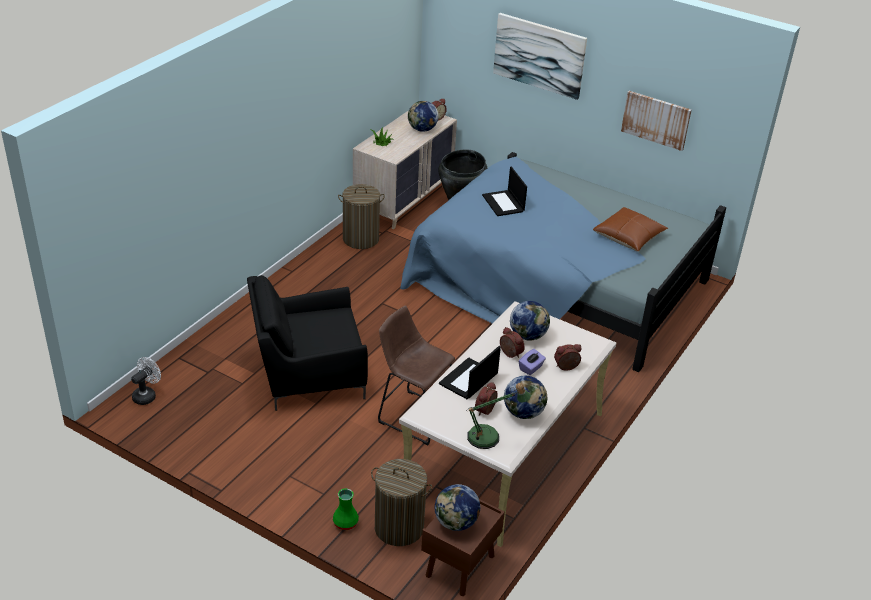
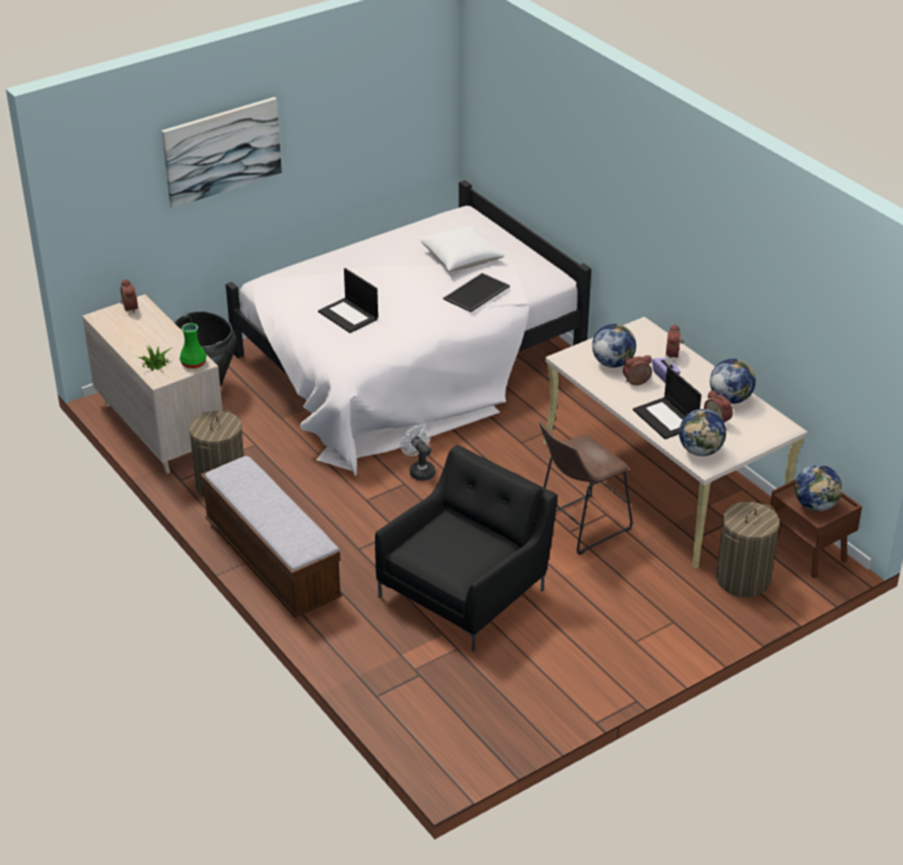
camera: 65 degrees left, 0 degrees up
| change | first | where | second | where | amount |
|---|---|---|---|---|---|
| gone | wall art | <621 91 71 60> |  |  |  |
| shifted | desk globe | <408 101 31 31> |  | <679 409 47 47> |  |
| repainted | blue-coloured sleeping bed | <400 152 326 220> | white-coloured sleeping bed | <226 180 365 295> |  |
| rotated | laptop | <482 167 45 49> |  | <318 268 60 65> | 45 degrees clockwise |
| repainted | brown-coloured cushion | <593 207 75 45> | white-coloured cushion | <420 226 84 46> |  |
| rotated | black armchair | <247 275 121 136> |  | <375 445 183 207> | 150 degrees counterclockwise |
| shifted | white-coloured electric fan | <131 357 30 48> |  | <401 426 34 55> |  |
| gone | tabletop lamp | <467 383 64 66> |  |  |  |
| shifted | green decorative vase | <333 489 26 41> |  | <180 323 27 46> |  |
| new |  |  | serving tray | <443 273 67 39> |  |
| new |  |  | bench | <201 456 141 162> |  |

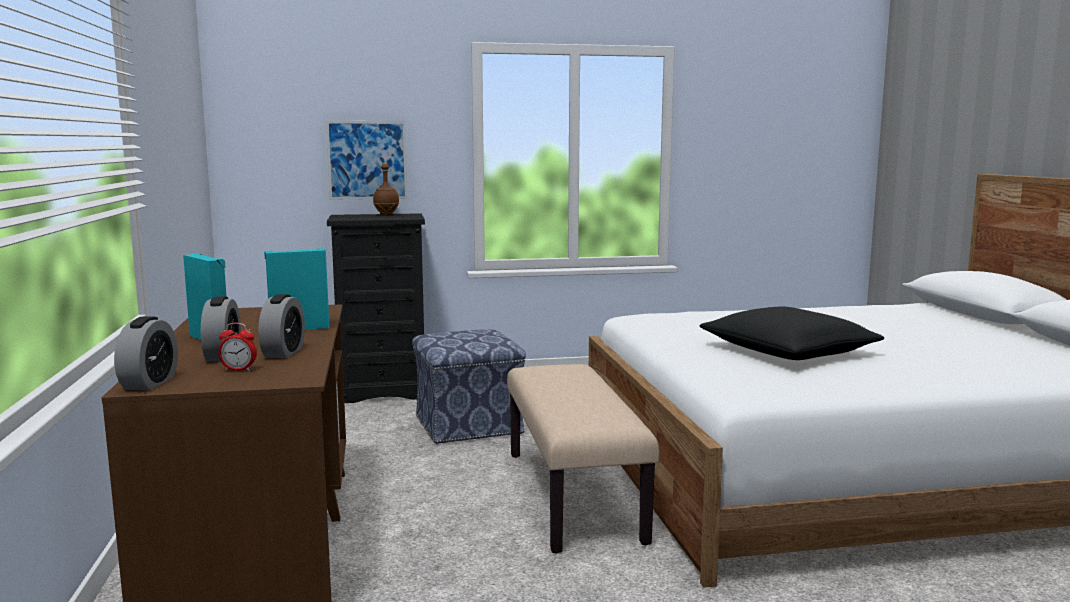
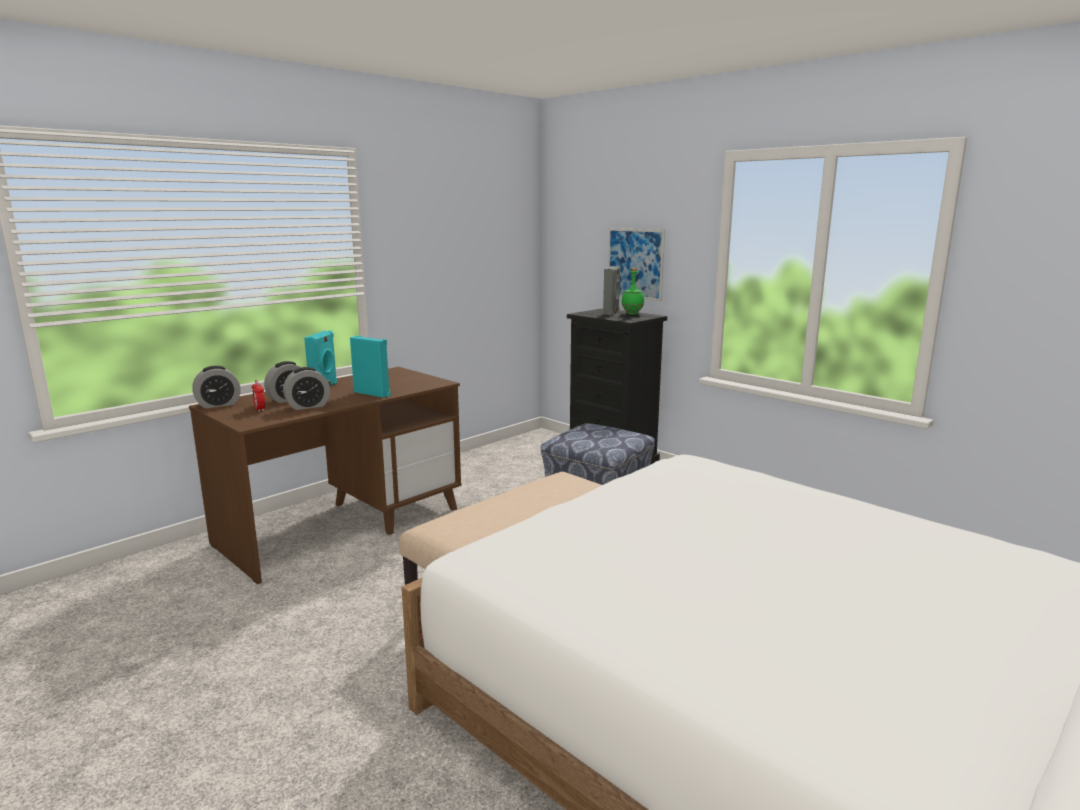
camera: 55 degrees right, 5 degrees up
| change | first | where | second | where | amount |
|---|---|---|---|---|---|
| repainted | brown-coloured beverage bottle | <373 163 26 52> | green beverage bottle | <621 268 23 47> |  |
| gone | black cushion | <700 307 184 53> |  |  |  |
| new |  |  | greyish loudspeaker | <603 266 18 49> |  |

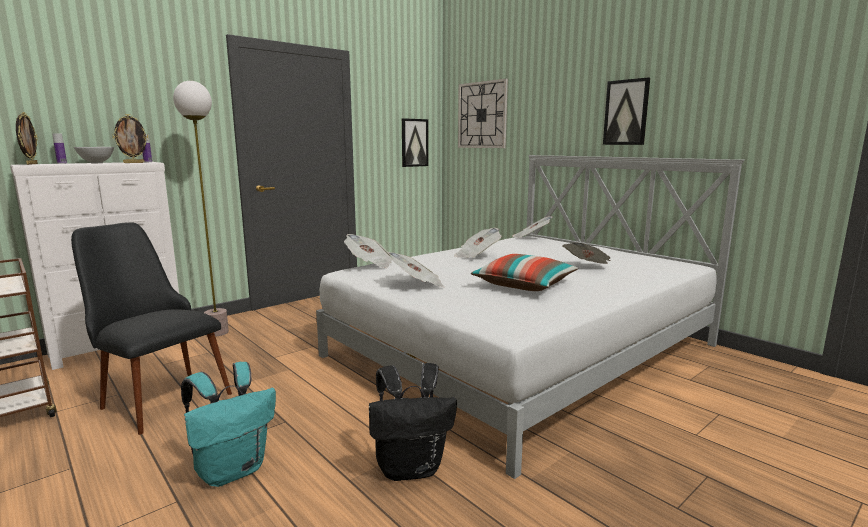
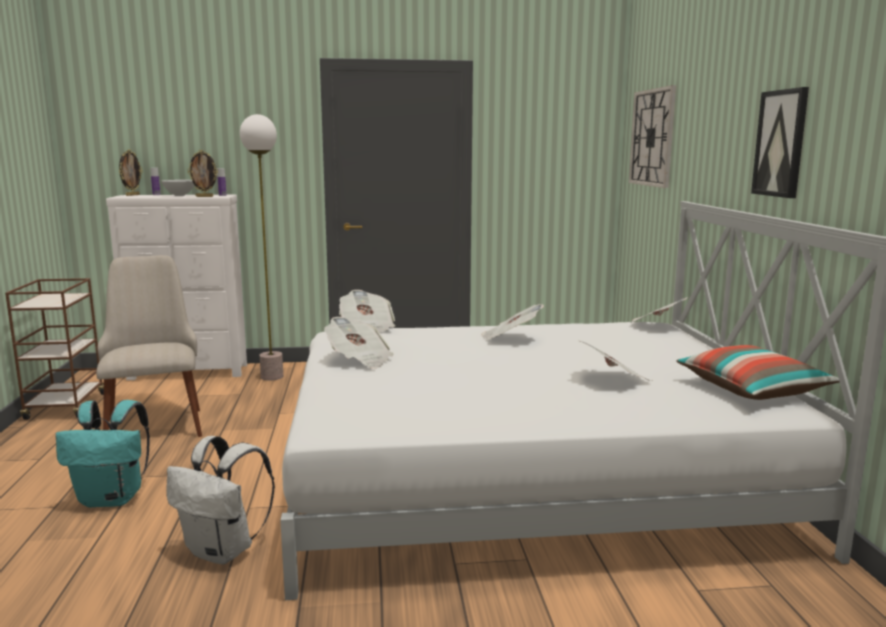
camera: 35 degrees right, 0 degrees up
| change | first | where | second | where | amount |
|---|---|---|---|---|---|
| gone | wall art | <402 118 26 49> |  |  |  |
| repainted | black plain chair | <71 222 161 213> | sand-coloured plain chair | <96 255 106 182> |  |
| shifted | cushion | <471 254 107 37> |  | <676 345 164 55> |  |
| repainted | black rucksack | <369 363 88 118> | white-coloured rucksack | <167 436 108 129> |  |

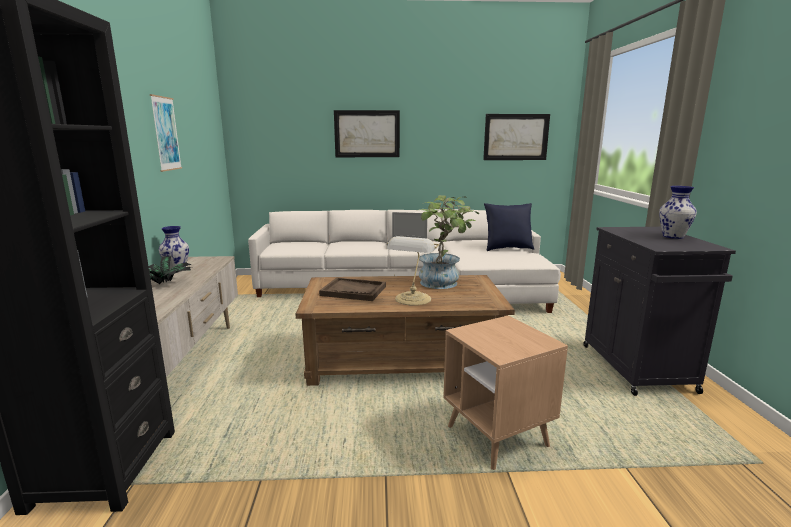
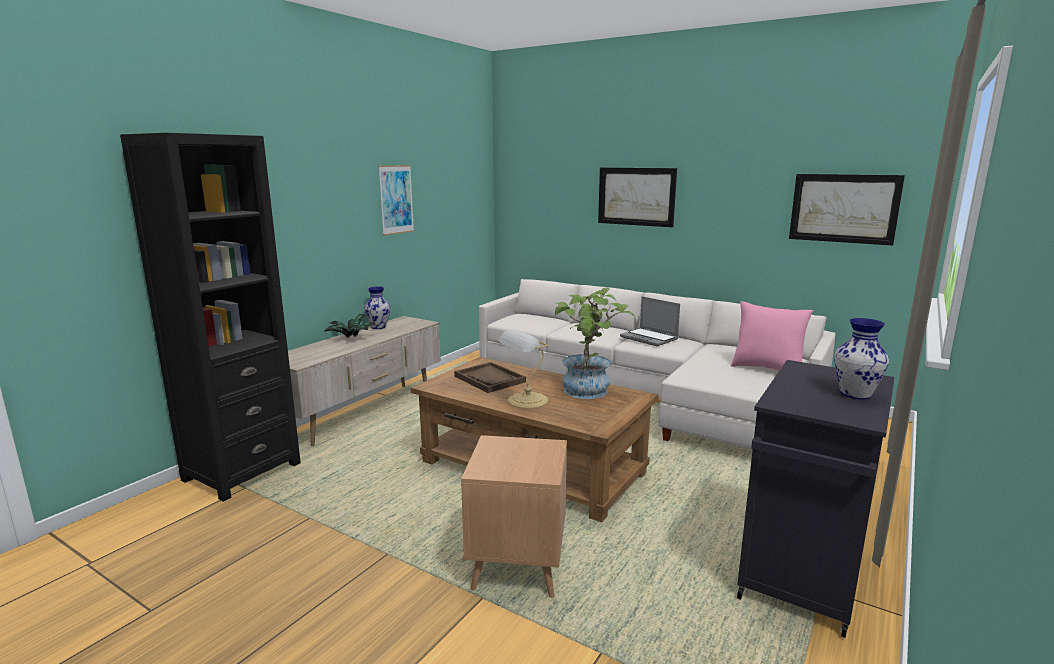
camera: 35 degrees right, 0 degrees up
| change | first | where | second | where | amount |
|---|---|---|---|---|---|
| repainted | blue-coloured cushion | <484 203 50 48> | pink cushion | <731 301 82 70> |  |

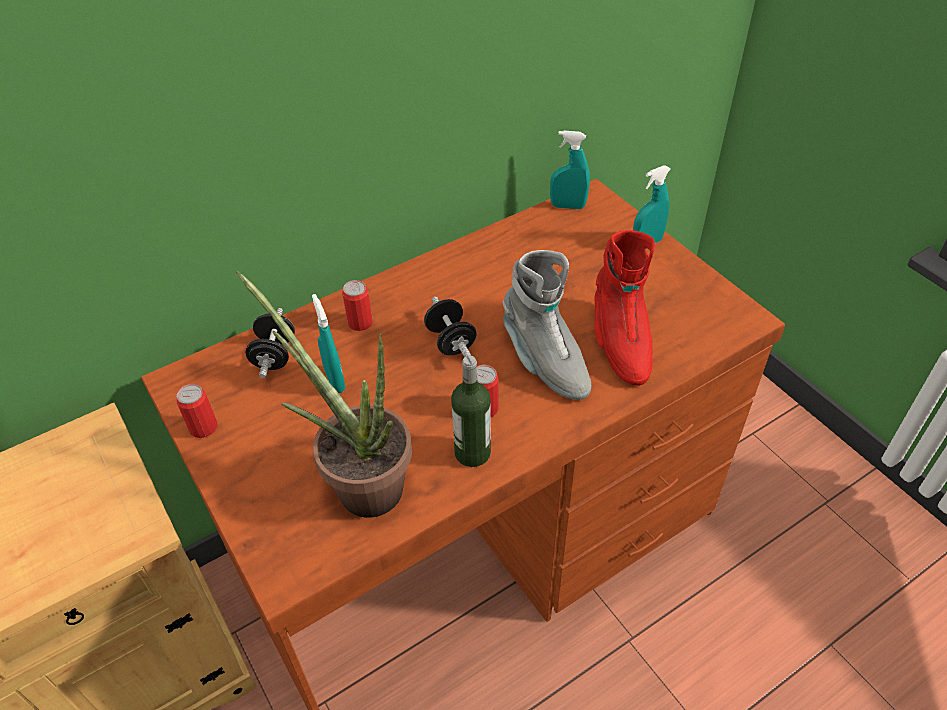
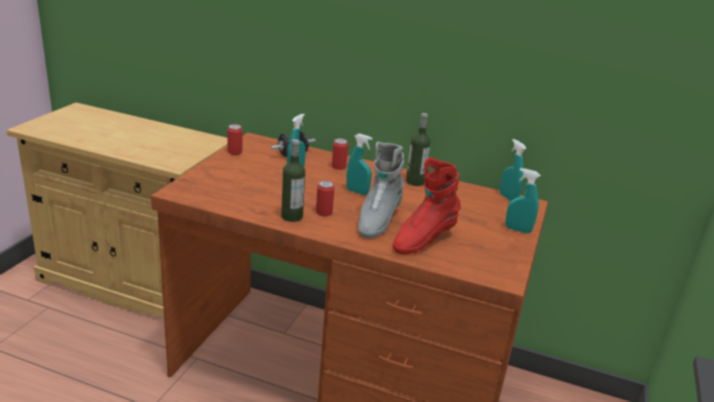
camera: 50 degrees right, 20 degrees down
| change | first | where | second | where | amount |
|---|---|---|---|---|---|
| gone | potted plant | <236 271 176 247> |  |  |  |
| swapped | black dumbbell | <424 297 52 60> | blue-green sprayer | <346 134 26 61> |  |
| new |  |  | beverage bottle | <406 113 25 73> |  |

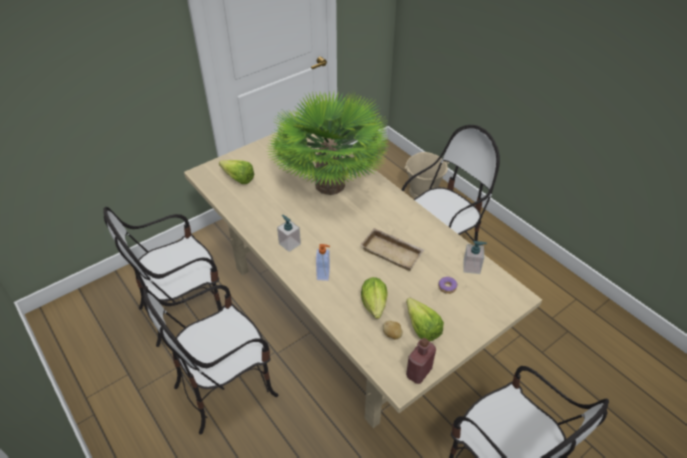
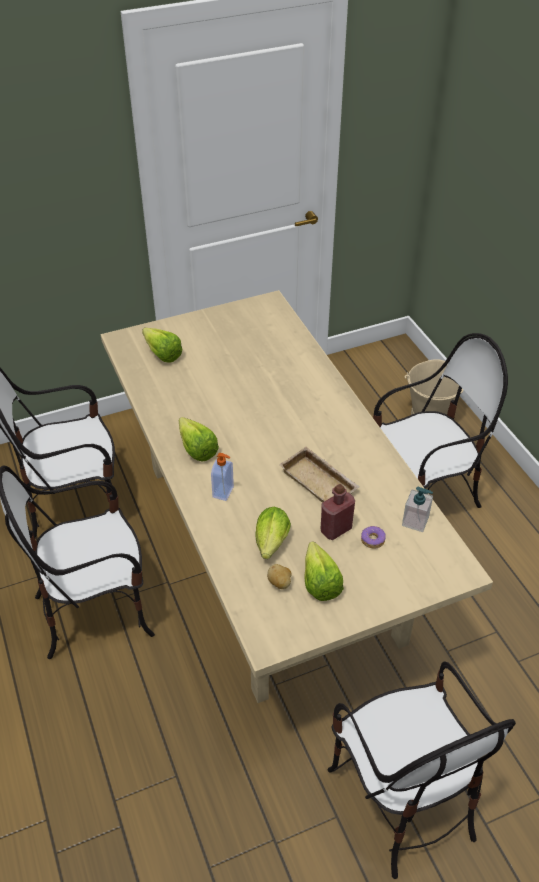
camera: 15 degrees right, 0 degrees up
| change | first | where | second | where | amount |
|---|---|---|---|---|---|
| gone | potted plant | <267 91 124 104> |  |  |  |
| swapped | soap bottle | <277 215 24 37> | lettuce head | <179 417 40 45> |  |
| shifted | reddish beverage bottle | <406 338 30 46> |  | <321 484 34 56> |  |

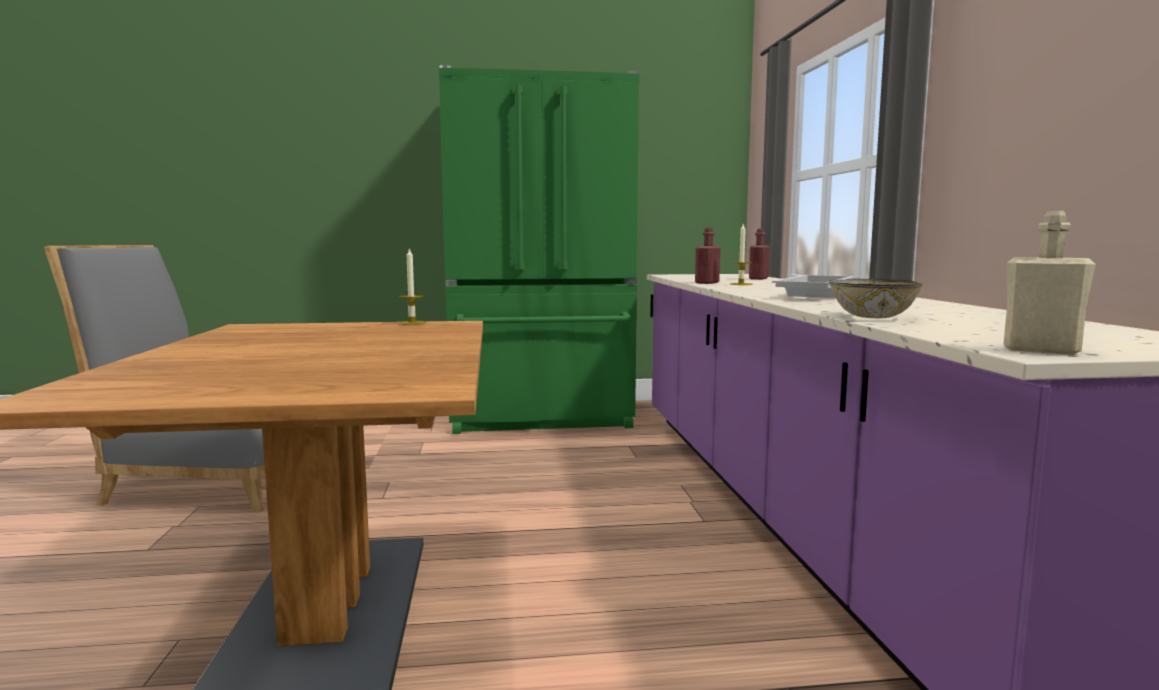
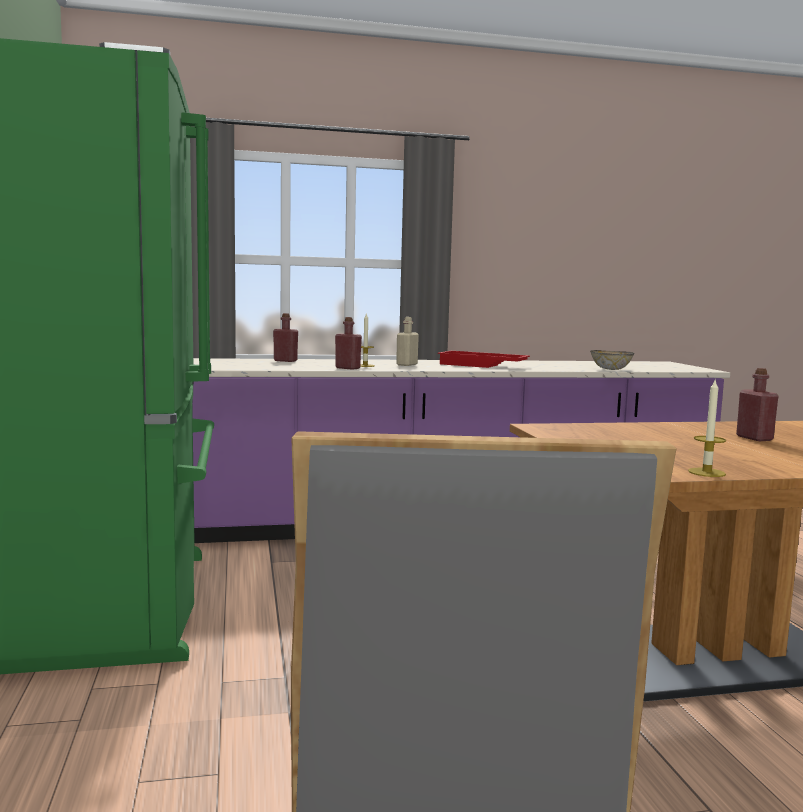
camera: 95 degrees left, 0 degrees up
| change | first | where | second | where | amount |
|---|---|---|---|---|---|
| shifted | sand-coloured beverage bottle | <1003 211 93 144> |  | <396 317 23 49> |  |
| shifted | wax candle | <398 247 28 78> |  | <688 380 38 97> |  |
| repainted | white-coloured serving tray | <772 275 84 23> | reddish serving tray | <438 351 92 17> |  |
| new |  |  | reddish beverage bottle | <736 368 43 73> |  |

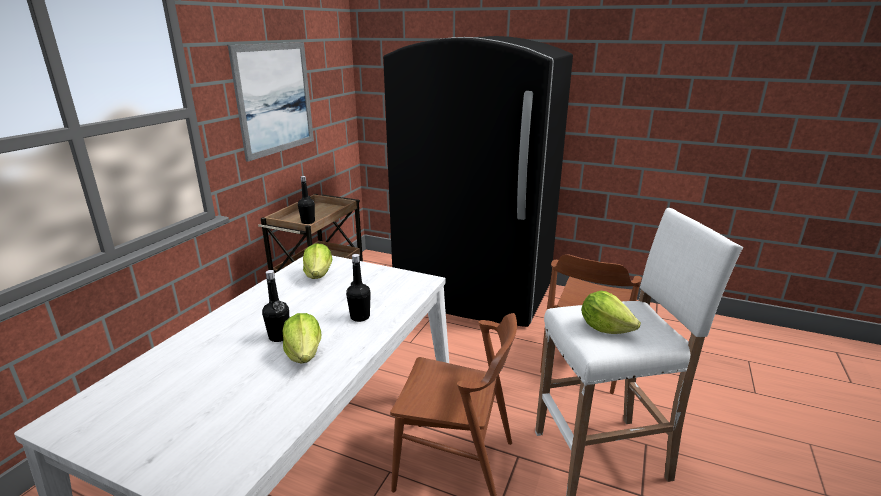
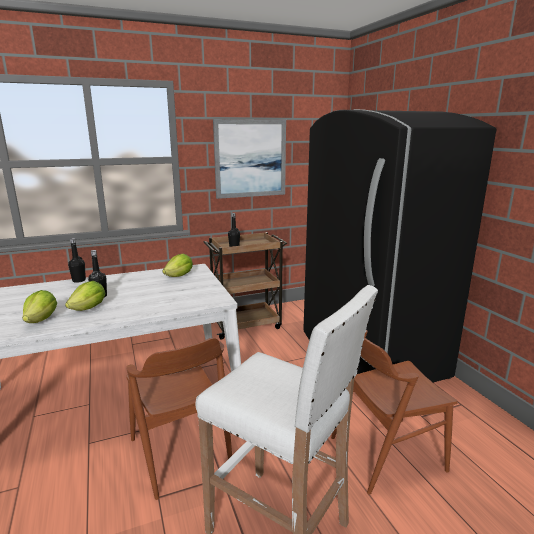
camera: 45 degrees right, 5 degrees down
| change | first | where | second | where | amount |
|---|---|---|---|---|---|
| shifted | black beverage bottle | <346 254 25 68> |  | <68 238 18 45> |  |
| shifted | lettuce head | <581 291 60 43> |  | <22 290 35 33> |  |

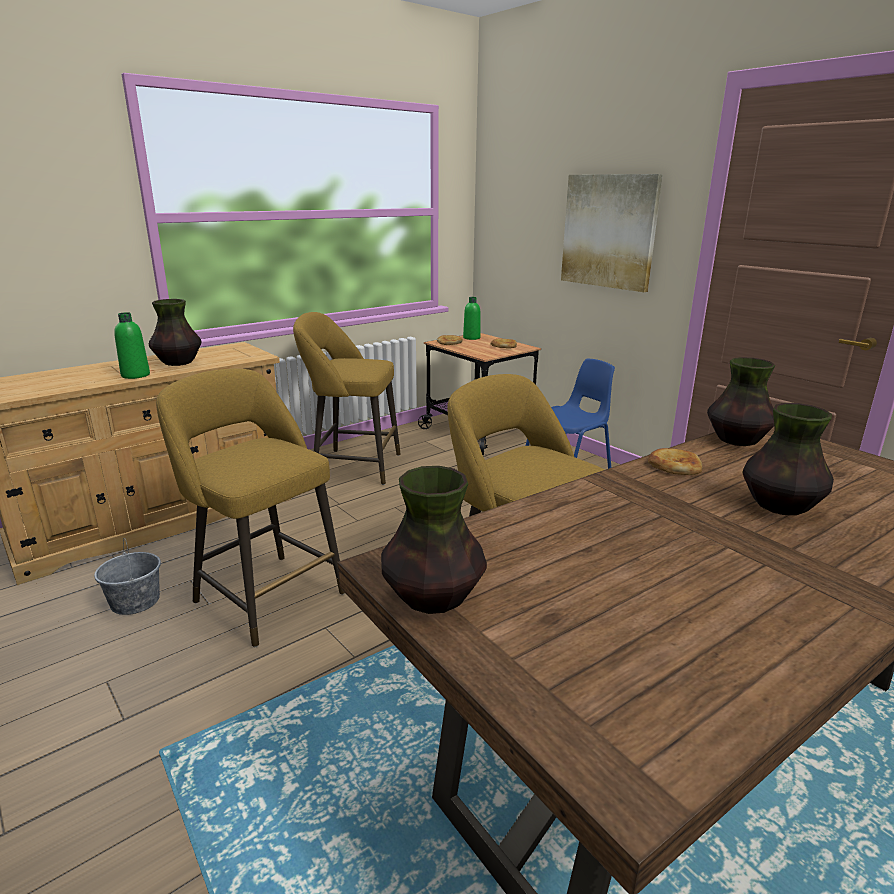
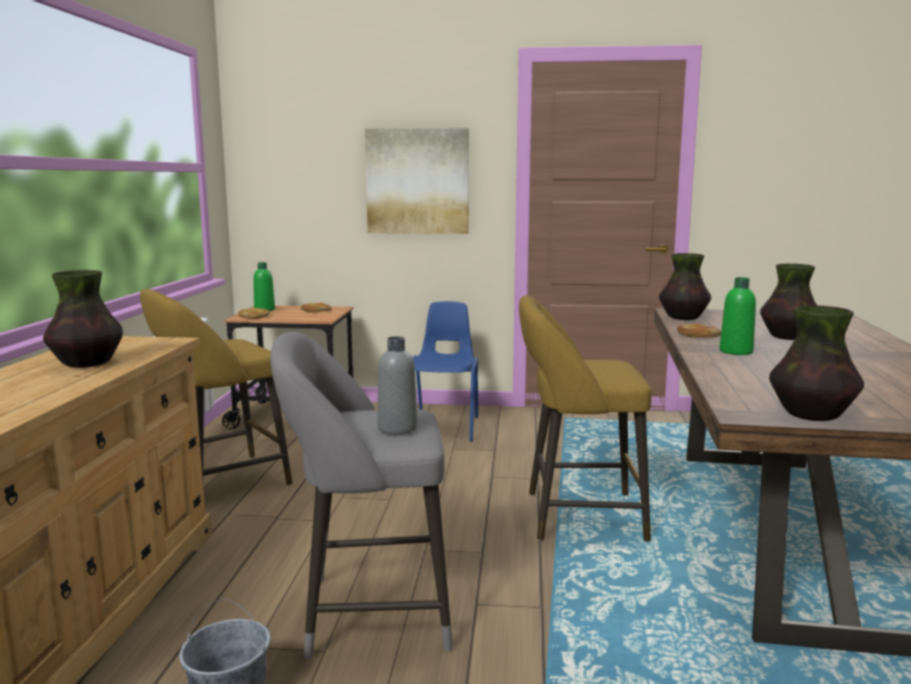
camera: 45 degrees left, 10 degrees down
| change | first | where | second | where | amount |
|---|---|---|---|---|---|
| shifted | green beverage bottle | <114 312 36 67> |  | <720 277 36 78> |  |
| repainted | yellowish stool | <156 369 189 278> | greyish stool | <270 332 183 327> |  |
| new |  |  | greyish beverage bottle | <377 336 41 98> |  |

